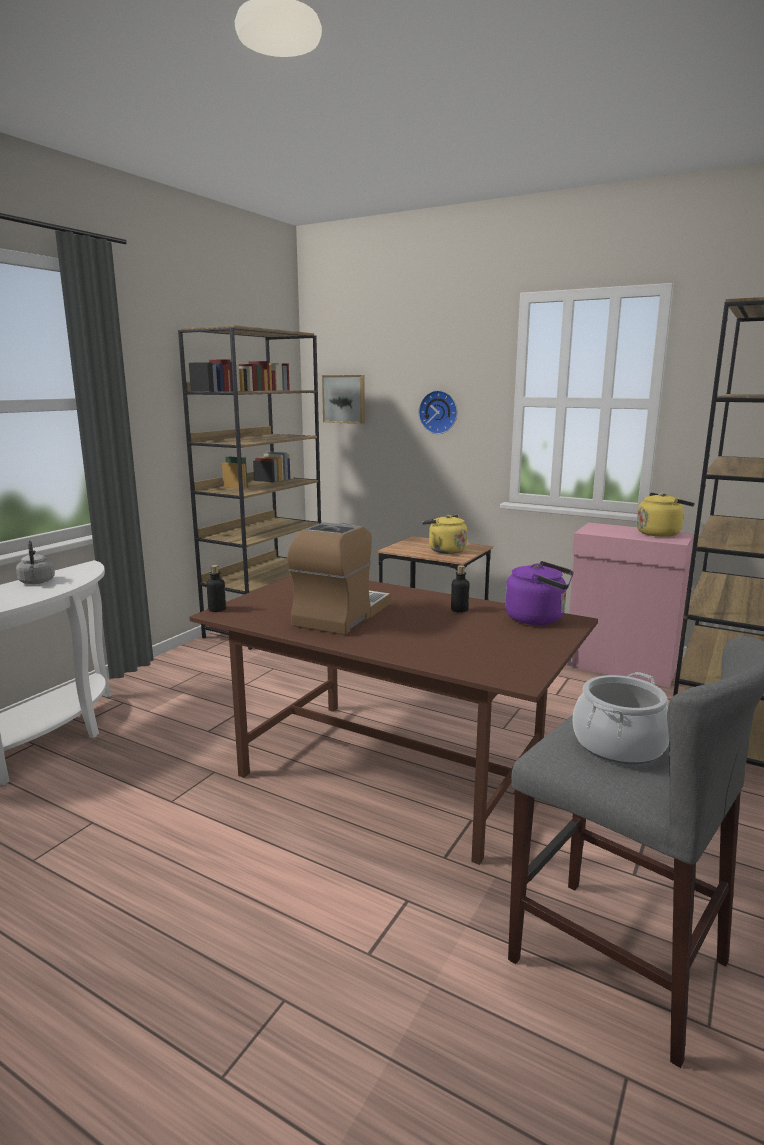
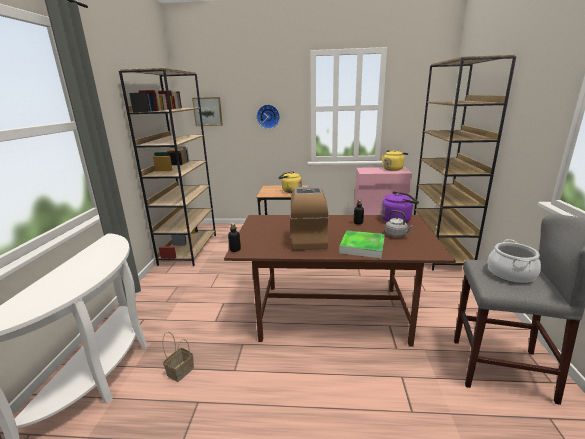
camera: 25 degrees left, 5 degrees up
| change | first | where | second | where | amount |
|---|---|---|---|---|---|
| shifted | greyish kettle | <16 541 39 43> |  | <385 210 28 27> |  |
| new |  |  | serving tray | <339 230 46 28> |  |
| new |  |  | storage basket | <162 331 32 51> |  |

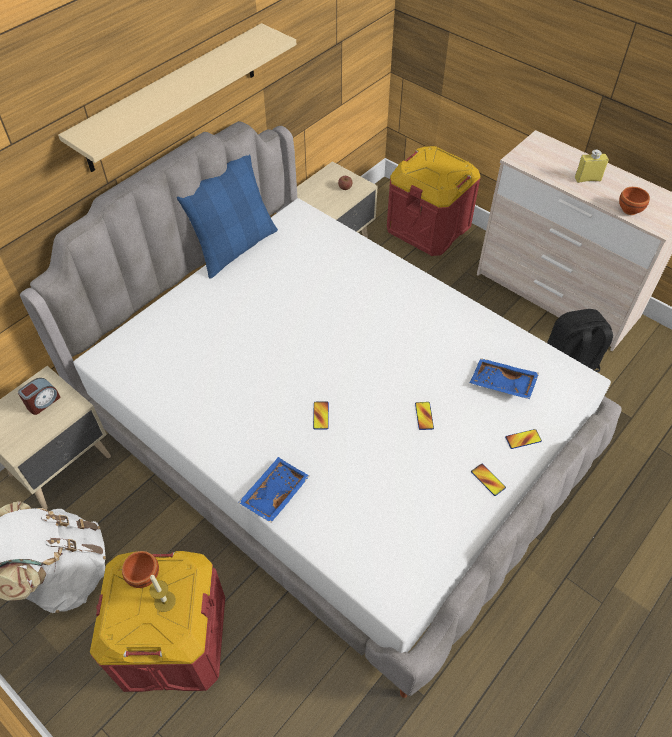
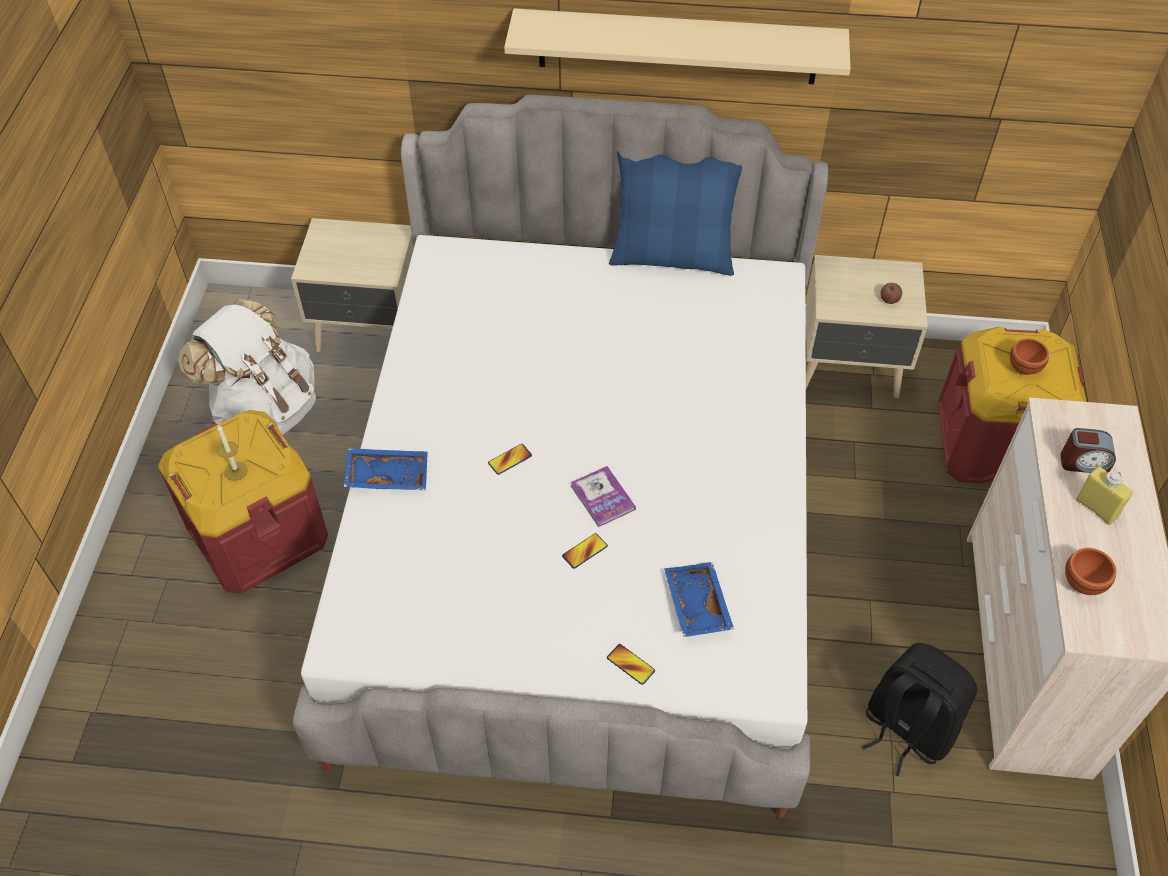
camera: 55 degrees right, 0 degrees up
| change | first | where | second | where | amount |
|---|---|---|---|---|---|
| shifted | bedside clock | <18 378 43 37> |  | <1060 428 56 45> |  |
| gone | phone | <471 464 35 32> |  |  |  |
| shifted | brown-coloured deep dish | <122 551 37 37> |  | <1010 338 39 37> |  |
| new |  |  | volume | <570 466 66 61> |  |

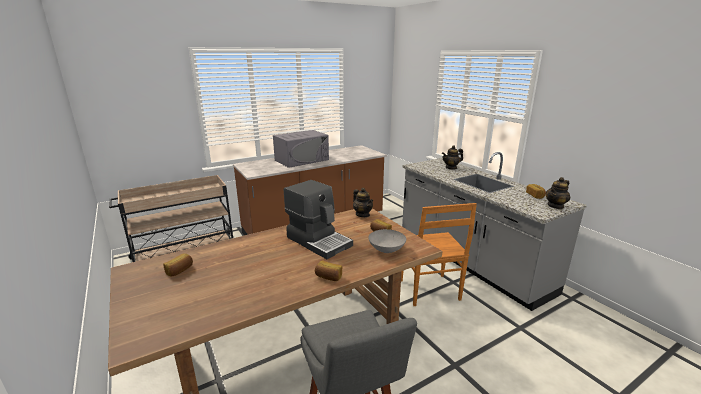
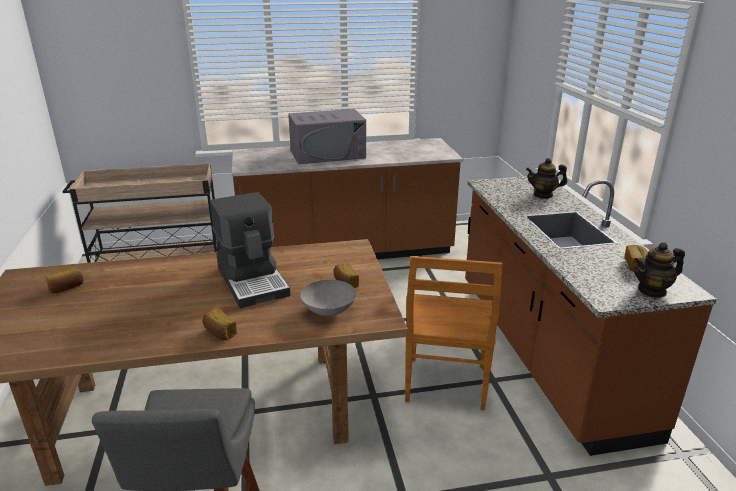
camera: 20 degrees right, 5 degrees up
| change | first | where | second | where | amount |
|---|---|---|---|---|---|
| repainted | greyish kitchen counter | <402 152 185 159> | brown-coloured kitchen counter | <465 176 252 280> |  |
| gone | teapot | <353 188 20 29> |  |  |  |

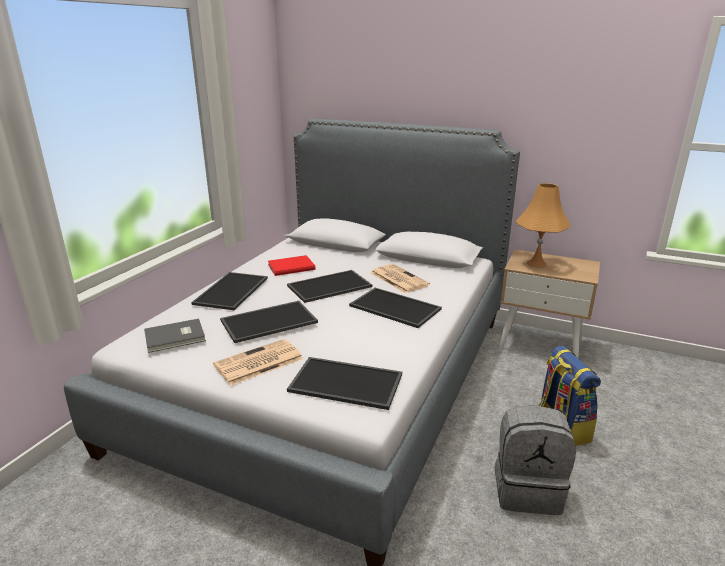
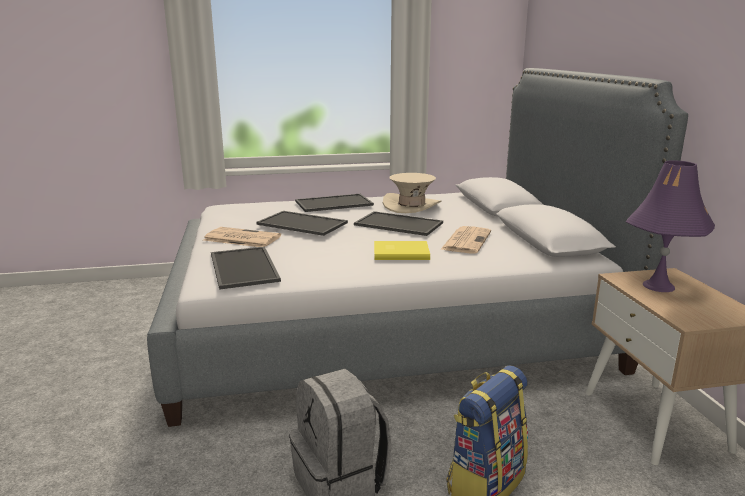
camera: 55 degrees right, 5 degrees down
| change | first | where | second | where | amount |
|---|---|---|---|---|---|
| repainted | orange tabletop lamp | <515 183 56 84> | purple tabletop lamp | <626 160 89 132> |  |
| swapped | reddish volume | <268 255 47 21> | sand-coloured clothing hat | <383 173 58 40> |  |
| swapped | serving tray | <349 288 93 40> | yellowish volume | <374 241 56 19> |  |
| gone | greyish volume | <144 319 62 34> |  |  |  |

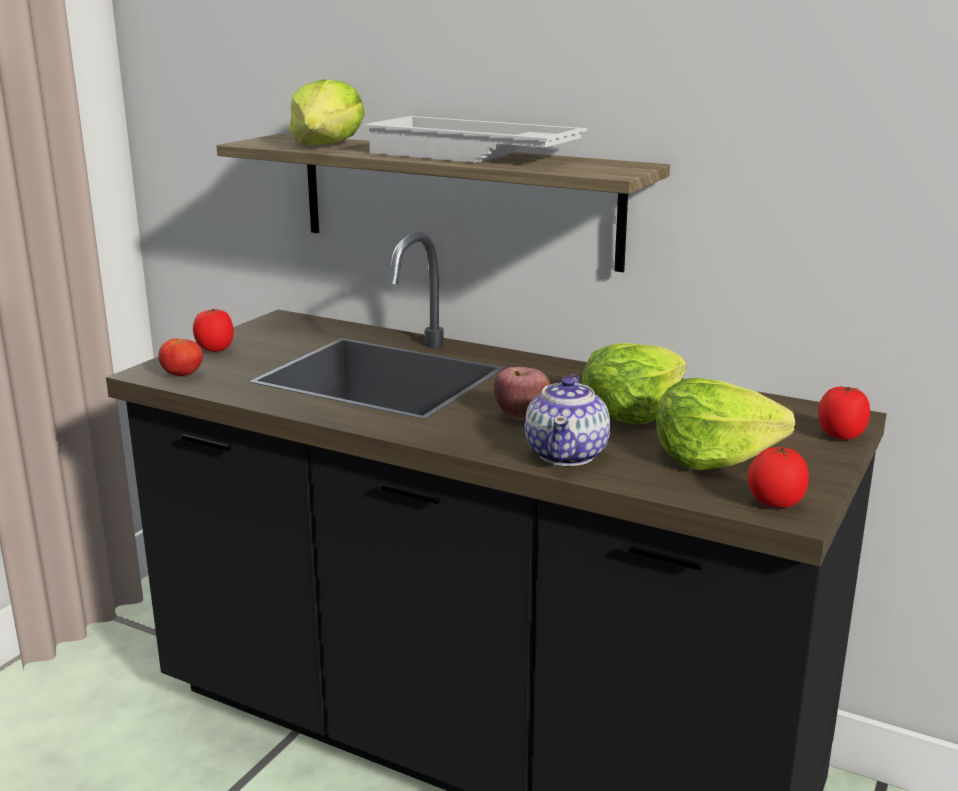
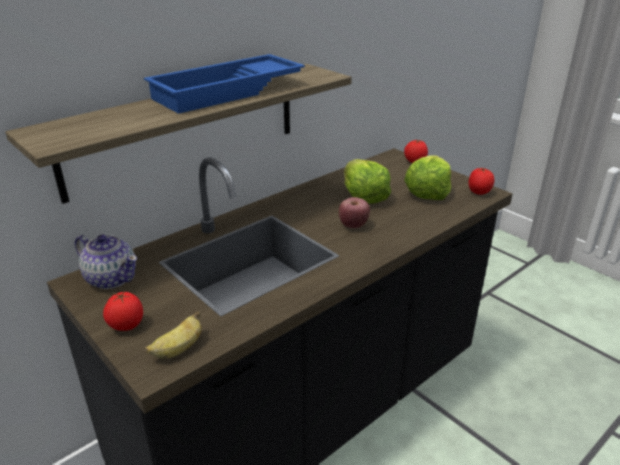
camera: 70 degrees left, 10 degrees up
| change | first | where | second | where | amount |
|---|---|---|---|---|---|
| gone | lettuce head | <289 79 76 66> |  |  |  |
| repainted | white-coloured serving tray | <363 116 224 47> | blue-coloured serving tray | <144 54 161 60> |  |
| swapped | whole tomato | <158 339 45 37> | banana fruit | <145 311 57 47> |  |
| shifted | teapot | <525 374 85 92> |  | <75 235 62 54> |  |

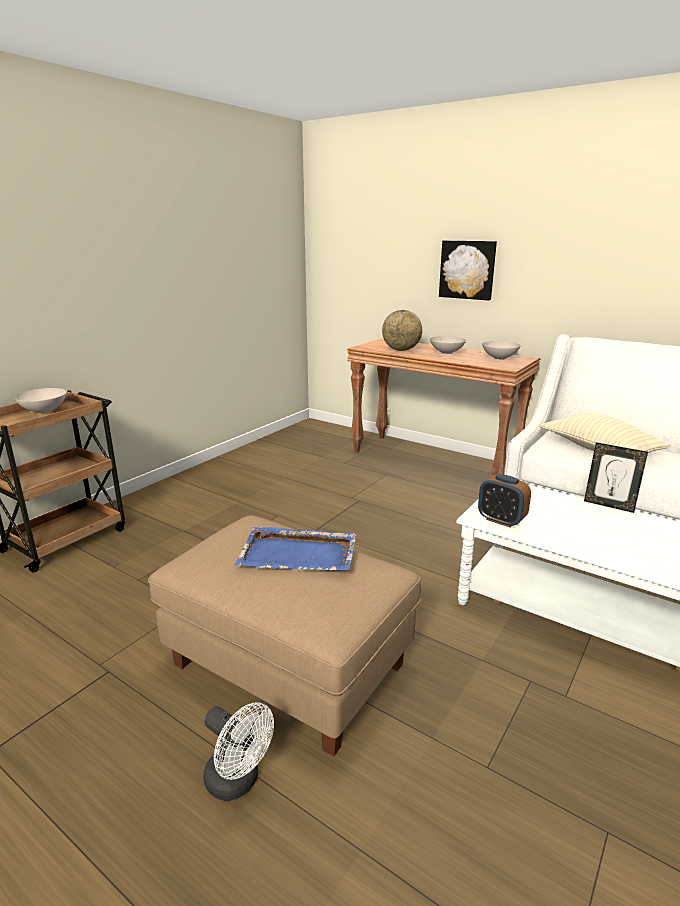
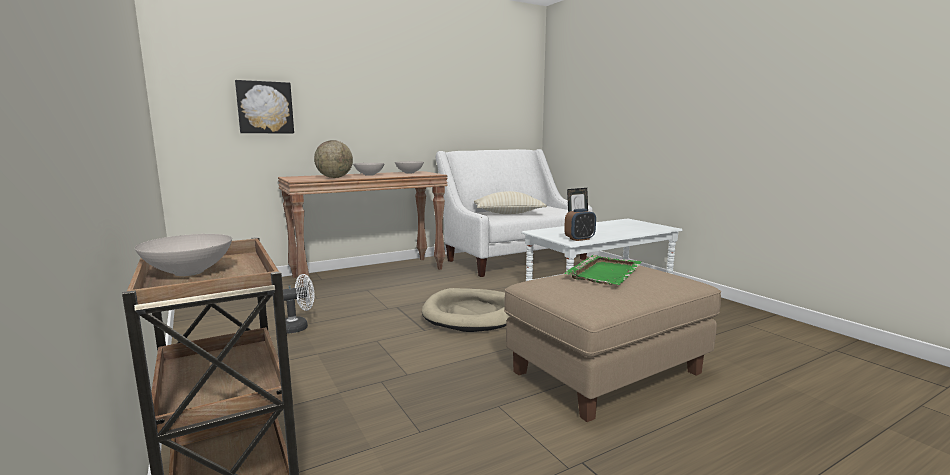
camera: 65 degrees left, 10 degrees down
| change | first | where | second | where | amount |
|---|---|---|---|---|---|
| shifted | wall art | <439 240 58 60> |  | <235 80 59 53> |  |
| repainted | blue-coloured serving tray | <234 527 122 43> | green serving tray | <564 255 77 30> |  |
| shifted | white-coloured electric fan | <203 702 71 99> |  | <283 274 32 60> |  |
| new |  |  | sand-coloured dog cushion | <422 288 88 44> |  |

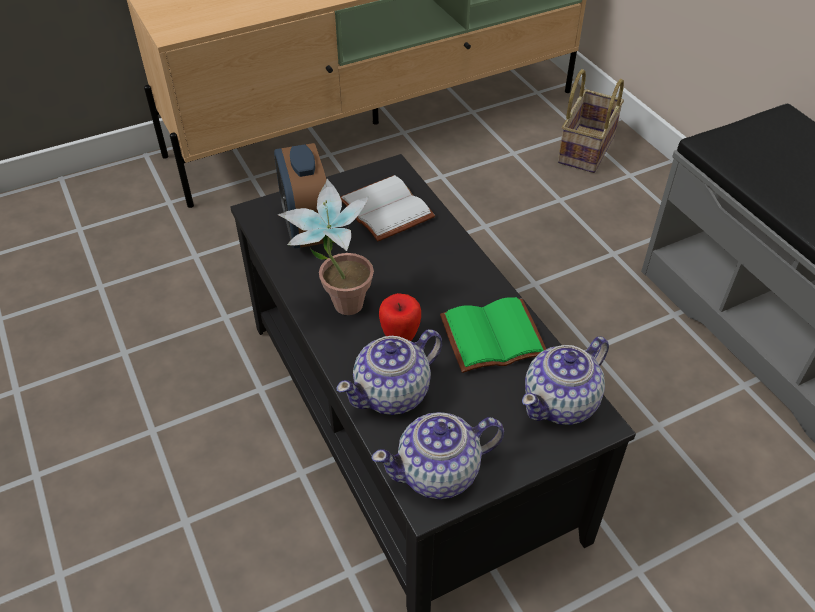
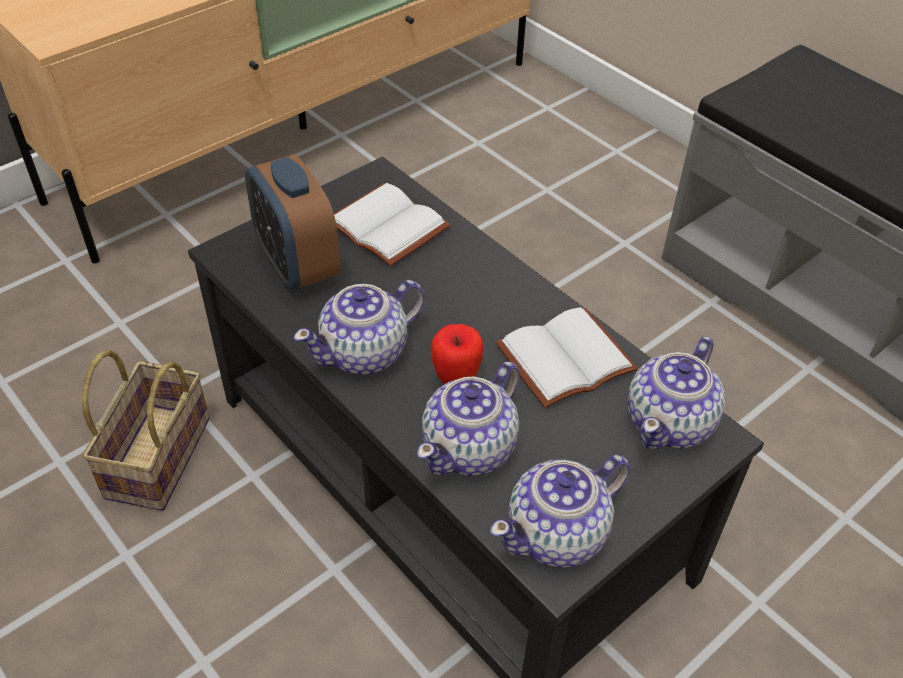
camera: 15 degrees left, 0 degrees up
| change | first | where | second | where | amount |
|---|---|---|---|---|---|
| shifted | storage basket | <558 69 66 104> |  | <81 349 129 162> |  |
| swapped | potted plant | <277 179 97 136> | teapot | <294 280 131 95> |  |
| repainted | green volume | <440 297 106 76> | white-coloured volume | <496 307 142 101> |  |

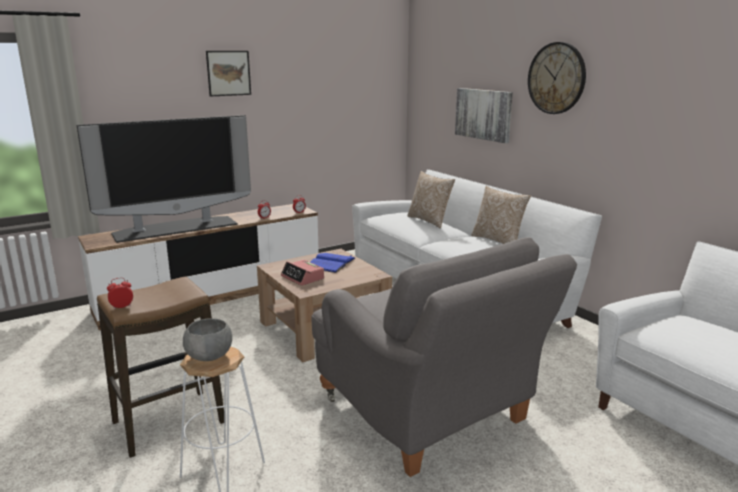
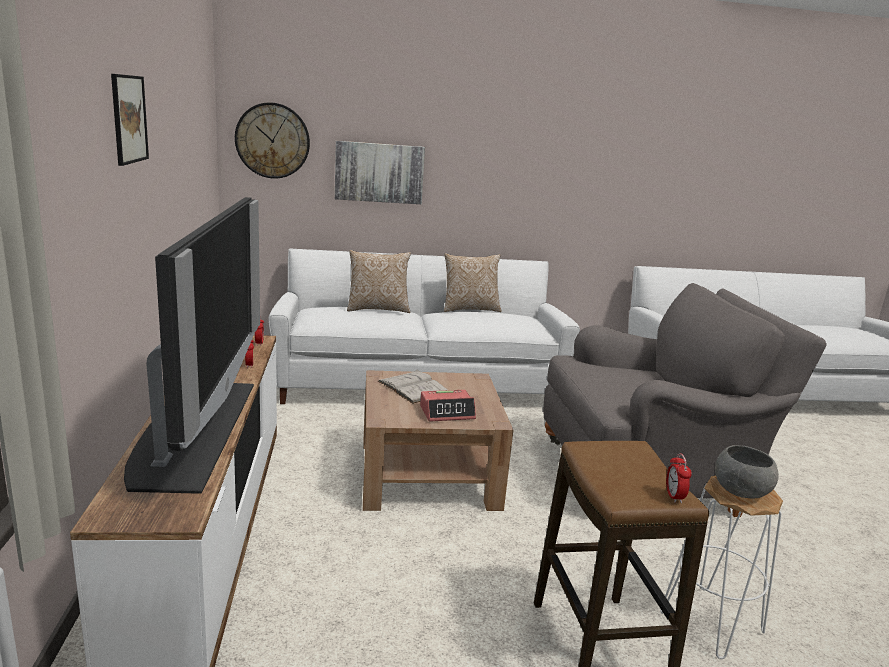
camera: 65 degrees left, 0 degrees up
| change | first | where | second | where | amount |
|---|---|---|---|---|---|
| shifted | hanging clock | <528 42 58 72> |  | <235 103 75 75> |  |
| repainted | blue-coloured volume | <310 253 46 20> | white-coloured volume | <378 370 70 34> |  |

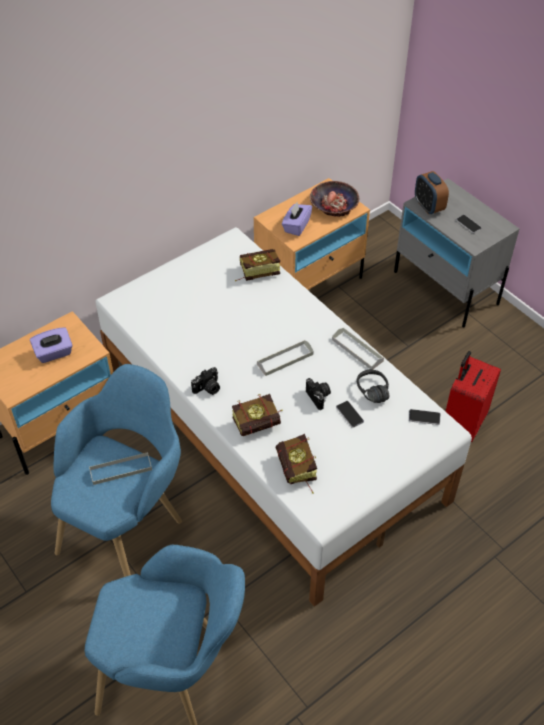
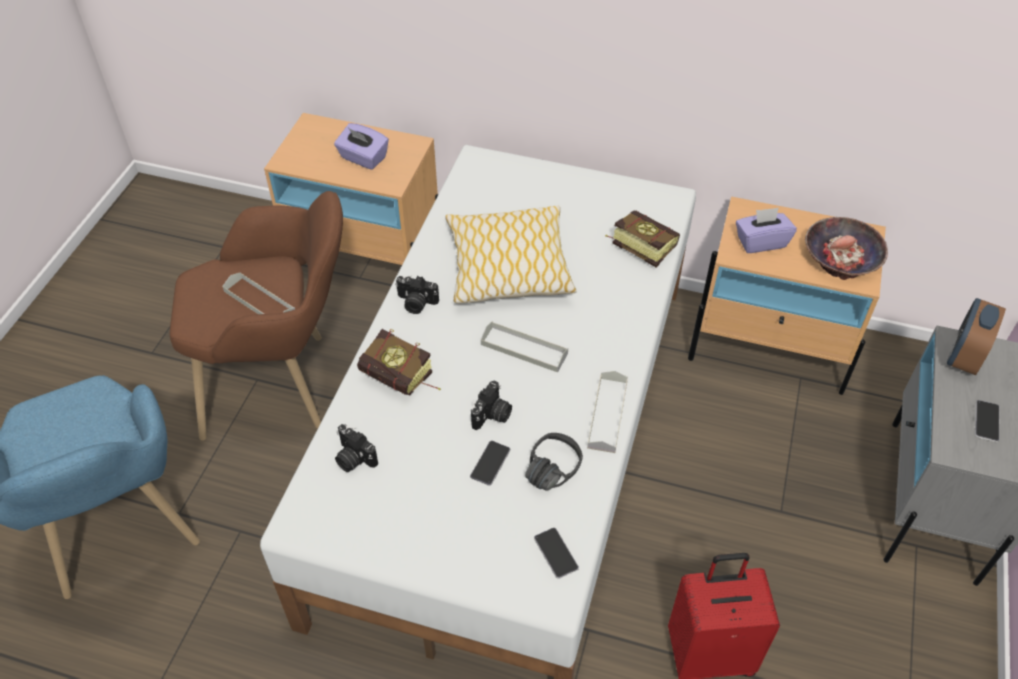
camera: 55 degrees right, 0 degrees up
| change | first | where | second | where | amount |
|---|---|---|---|---|---|
| repainted | blue-coloured armchair | <51 364 131 213> | brown-coloured armchair | <170 191 173 250> |  |
| swapped | volume | <276 434 41 60> | still camera | <335 424 43 48> |  |
| new |  |  | cushion | <445 206 132 98> |  |

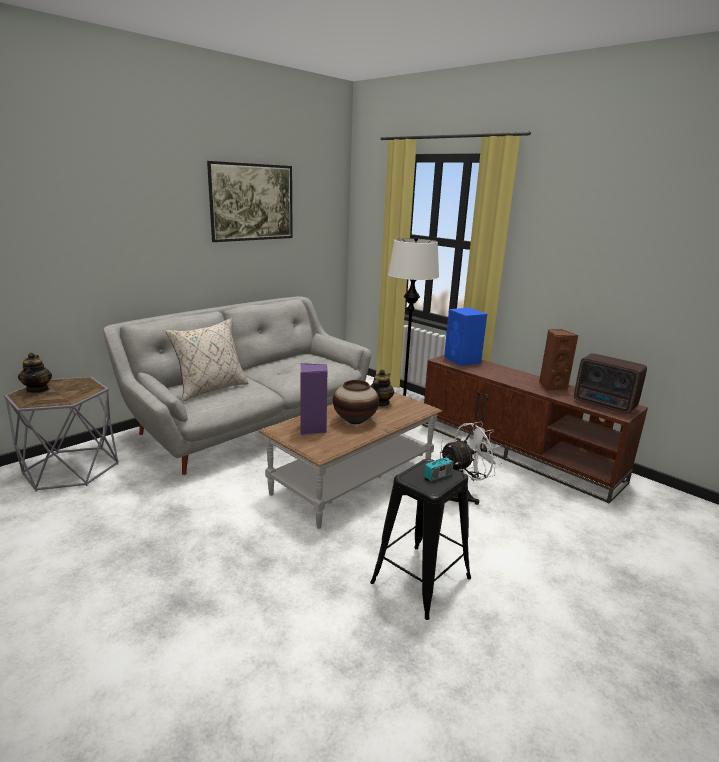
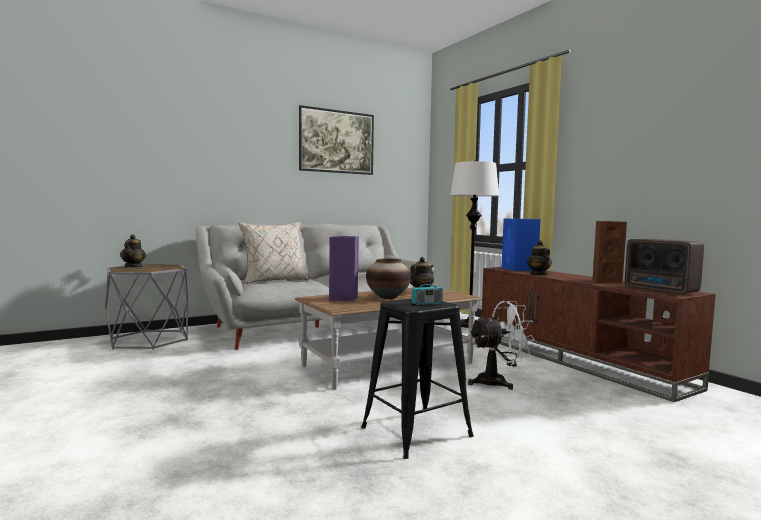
camera: 15 degrees right, 15 degrees down
| change | first | where | second | where | amount |
|---|---|---|---|---|---|
| new |  |  | teapot | <527 240 25 35> |  |

